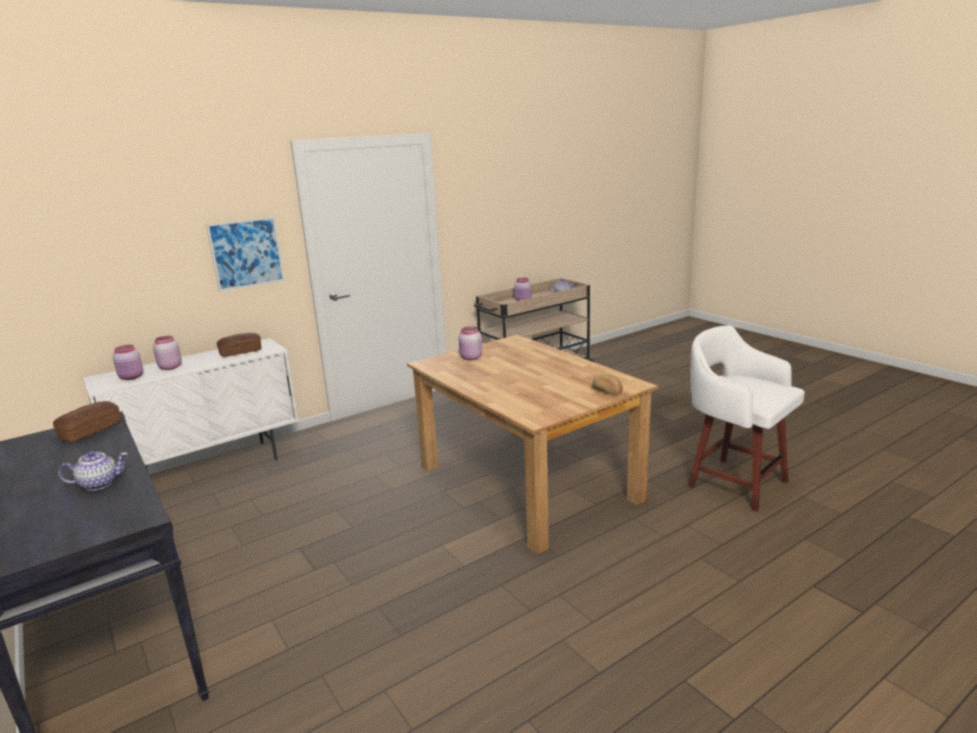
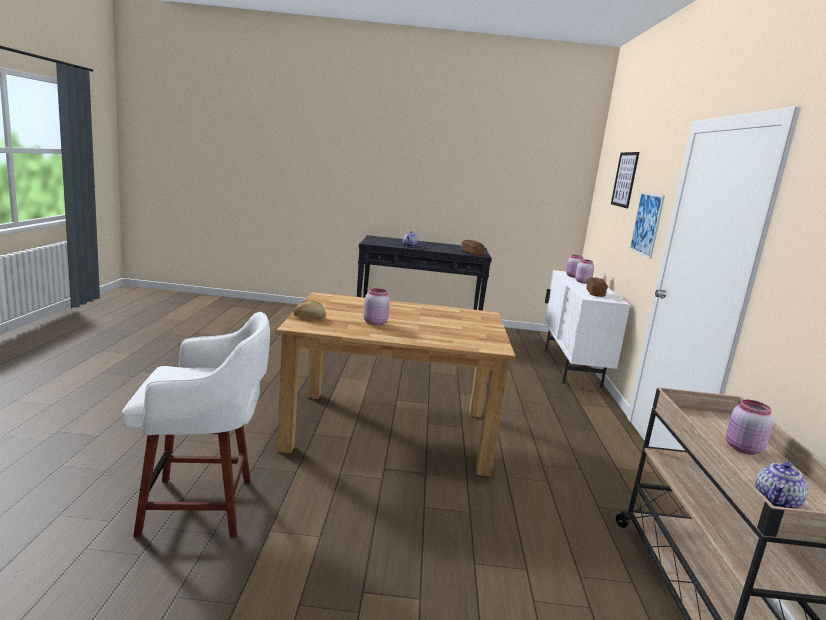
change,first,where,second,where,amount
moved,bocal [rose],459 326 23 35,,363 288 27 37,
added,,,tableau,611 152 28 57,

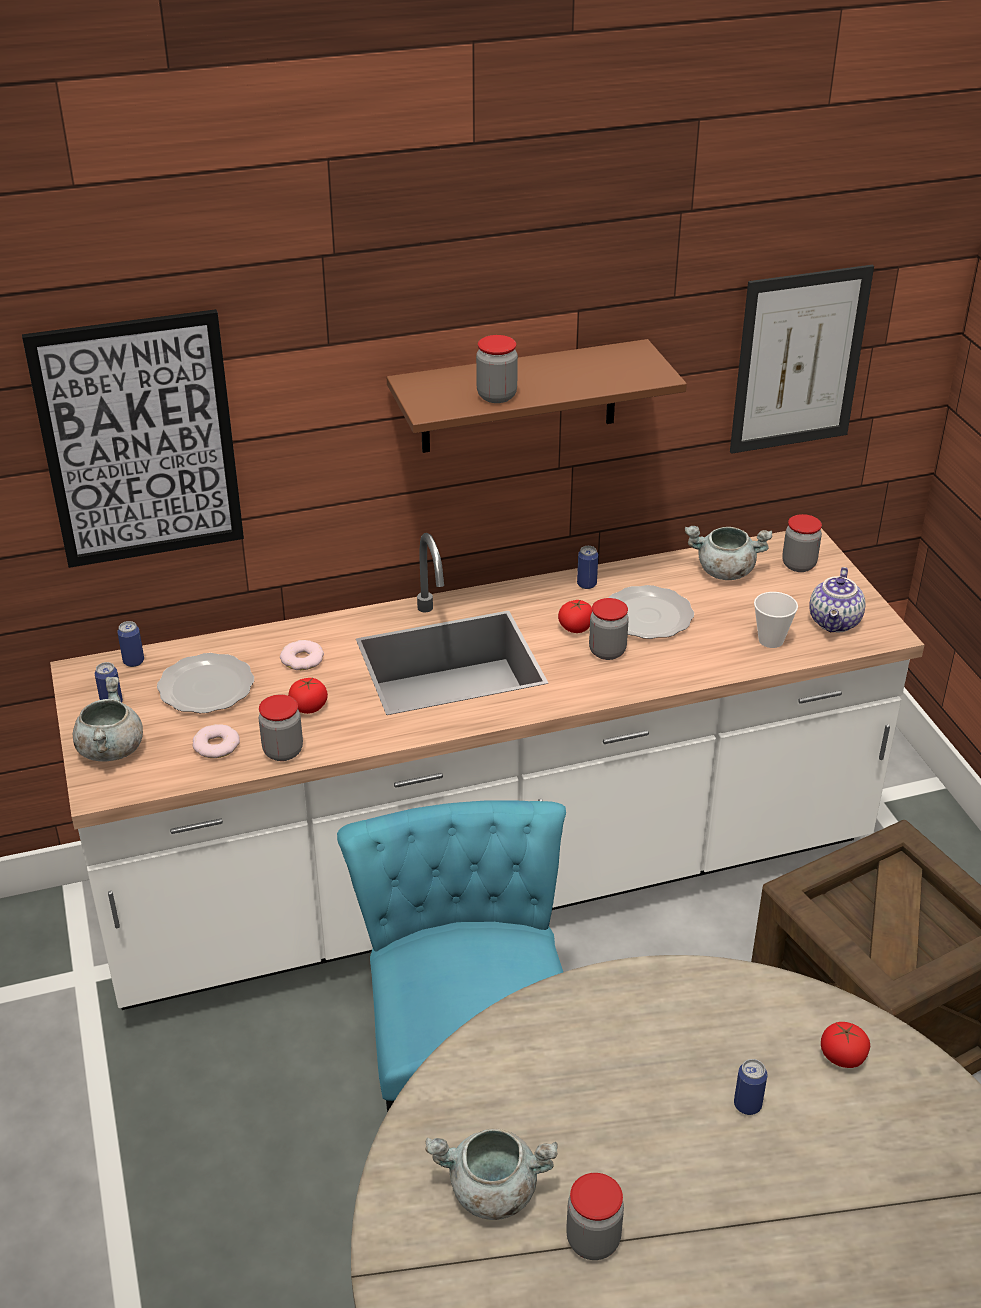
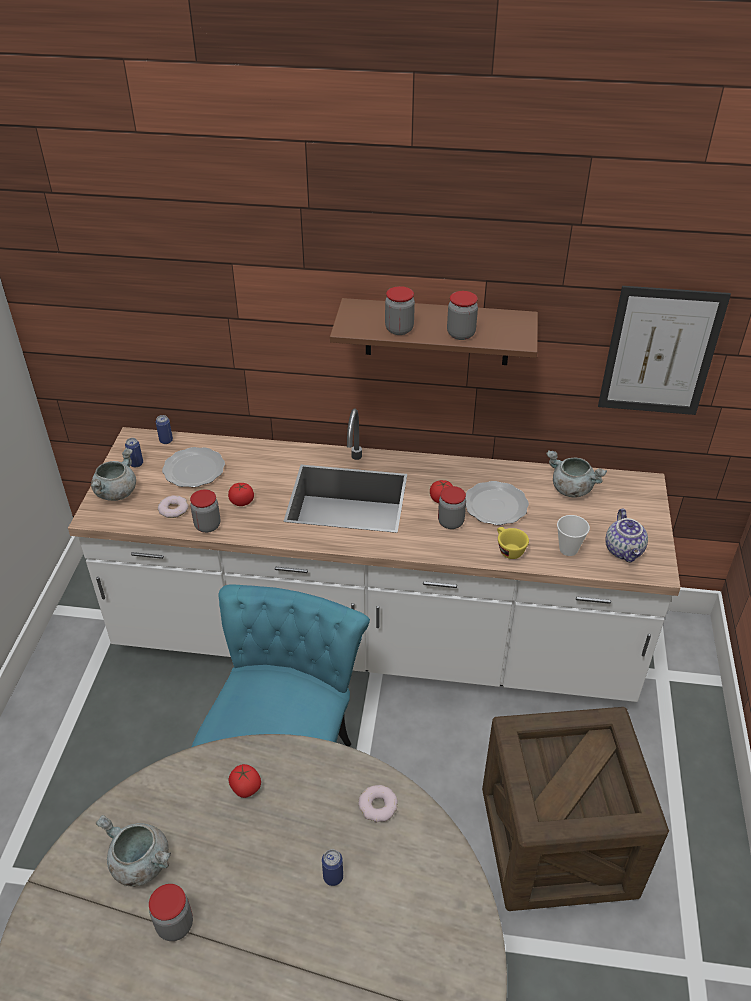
change,first,where,second,where,amount
moved,tomate,821 1022 49 46,,229 764 32 34,
moved,beignet,280 640 44 30,,358 785 40 37,
moved,bocal,782 514 40 58,,447 291 31 49,
added,,,tasse [jaune],497 527 32 32,
turned,théière,809 567 57 65,,605 508 43 54,45 degrees counterclockwise
removed,tableau,22 309 222 259,,,
removed,boîte métallique,577 546 21 43,,,

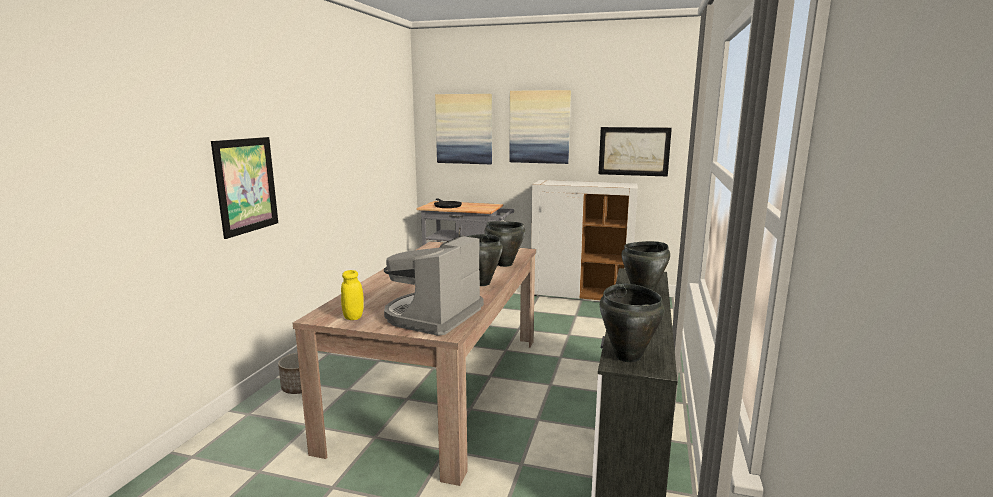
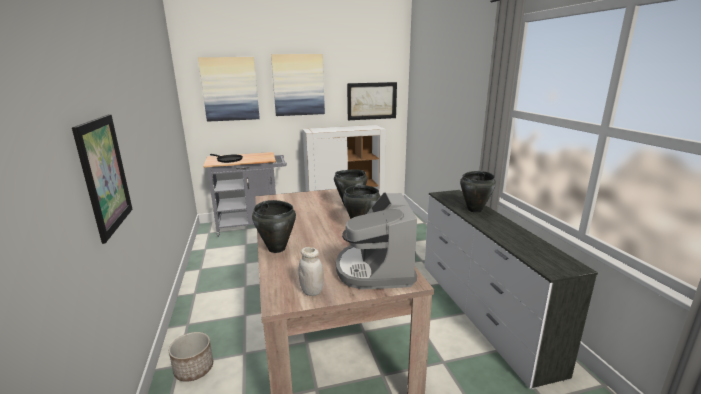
change,first,where,second,where,amount
moved,marmite [noir],600 284 65 78,,252 200 44 53,
recoloured,bocal [jaune],341 270 23 50,bocal [blanc],299 247 25 49,

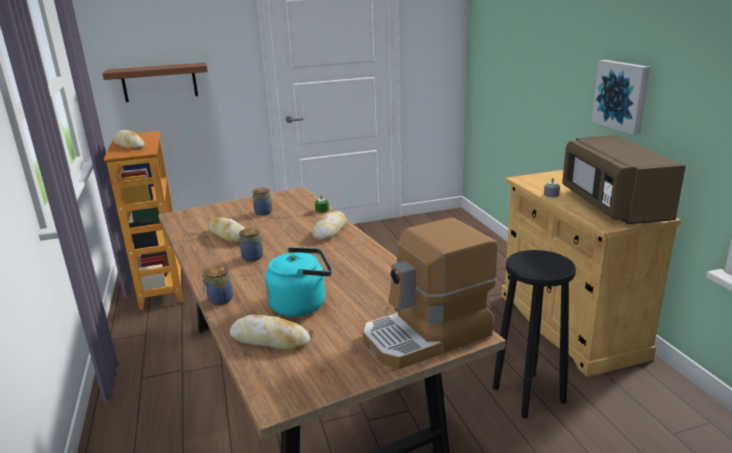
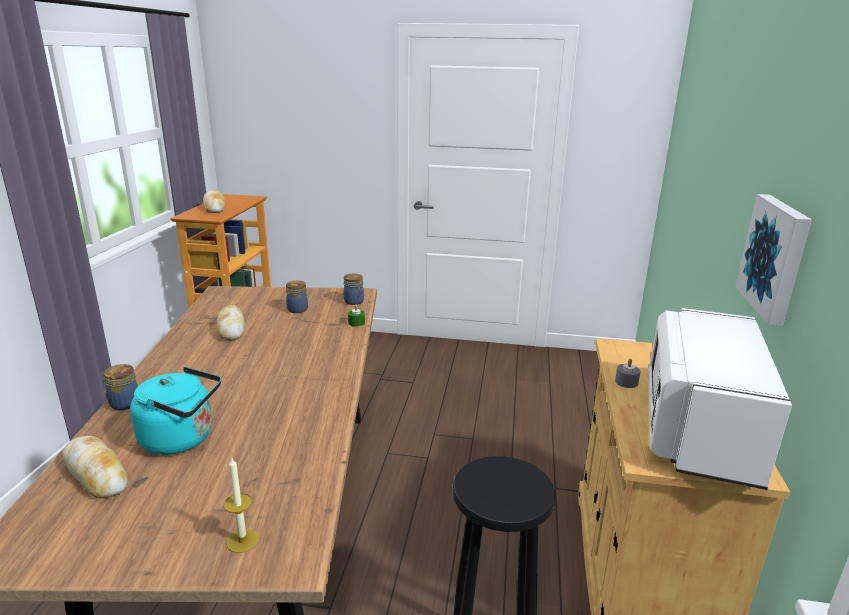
change,first,where,second,where,amount
replaced,machine à café,363 217 134 152,bougie,223 458 36 95,
moved,bocal,239 228 25 34,,344 274 20 31,
recoloured,micro-ondes [marron],562 135 124 89,micro-ondes [blanc],649 308 143 182,
removed,étagère [marron],102 63 106 39,,,
removed,pain,312 211 35 30,,,

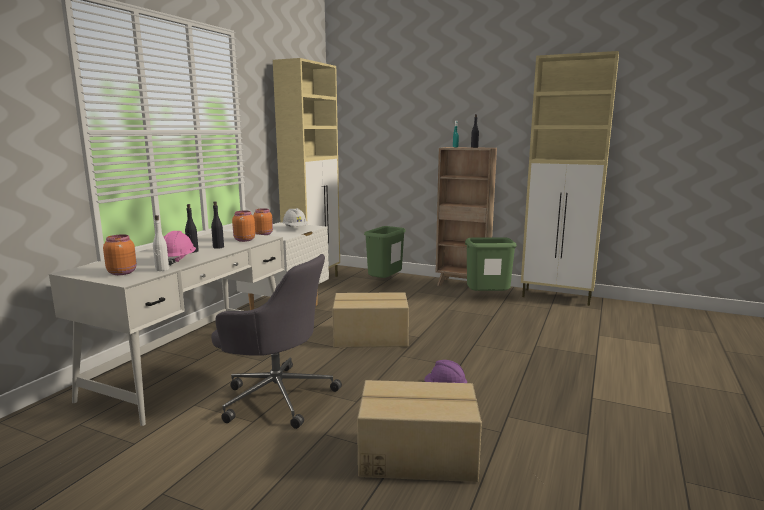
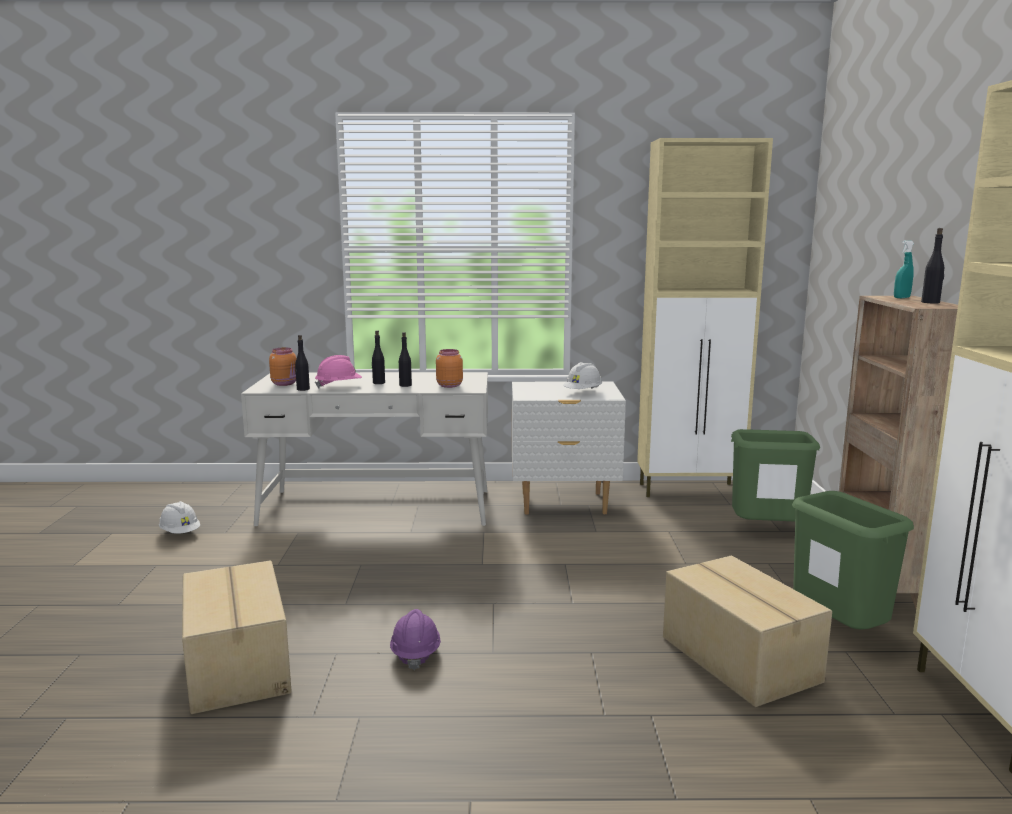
change,first,where,second,where,amount
added,,,casque de chantier [blanc],159 501 41 33,
recoloured,bouteille [blanc],153 215 16 56,bouteille [noir],295 335 15 56,
moved,carton,332 292 77 56,,663 556 169 151,
removed,chaise de bureau [gris],211 254 131 175,,,
removed,bocal [orange],253 208 20 27,,,

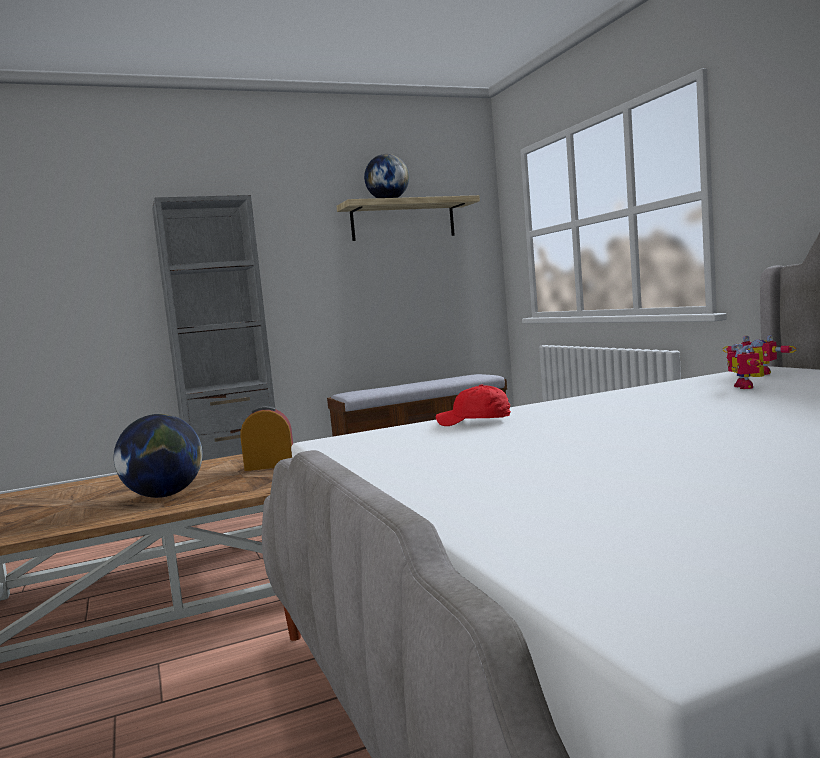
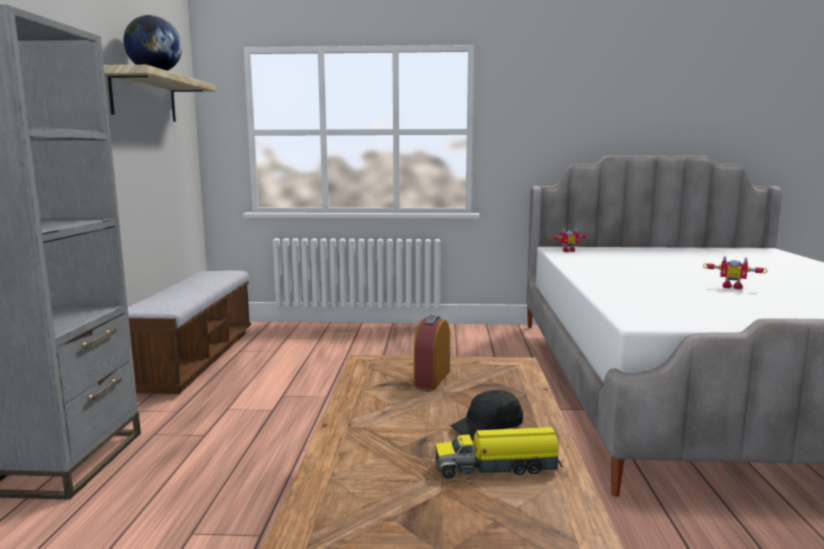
change,first,where,second,where,amount
added,,,camion jouet,435 427 128 52,
replaced,globe,114 414 89 84,casquette [noir],450 390 73 51,
moved,robot jouet,727 343 37 46,,703 256 64 33,
removed,casquette [rouge],436 384 75 42,,,

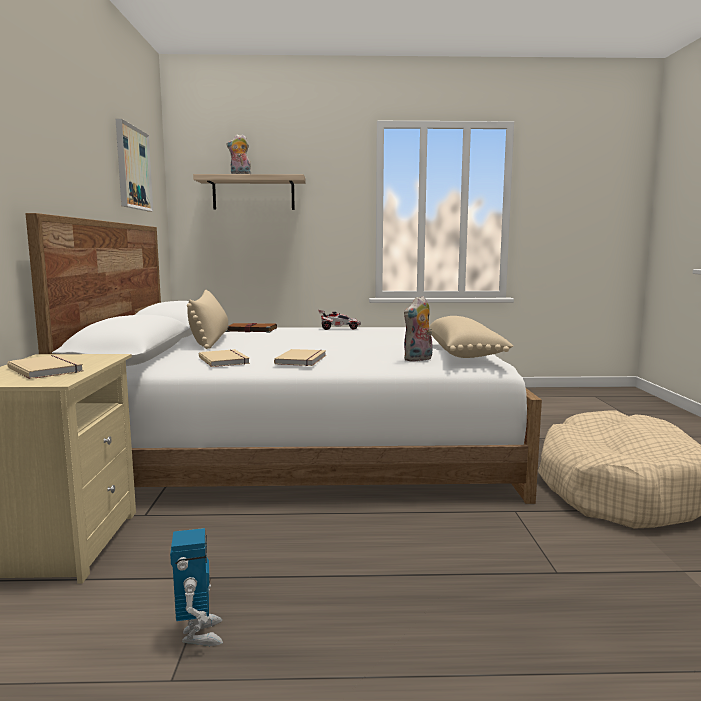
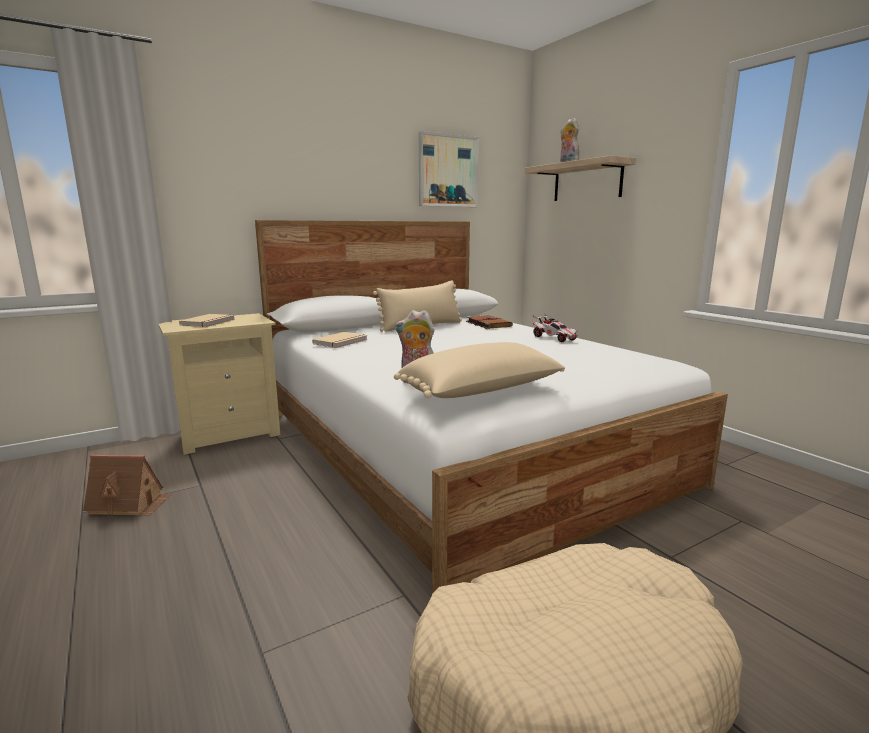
change,first,where,second,where,amount
replaced,robot jouet,170 528 53 118,maison miniature,83 455 89 63,
removed,livre [beige],274 349 52 17,,,

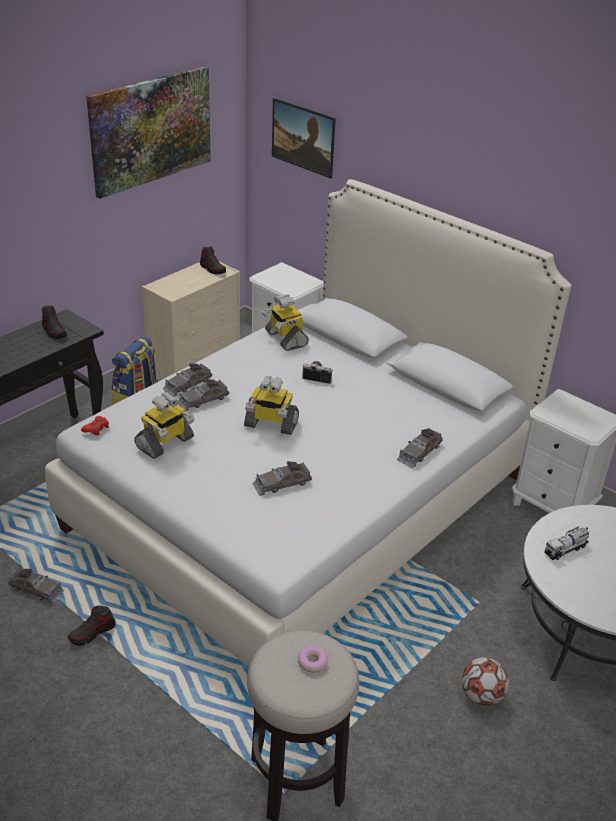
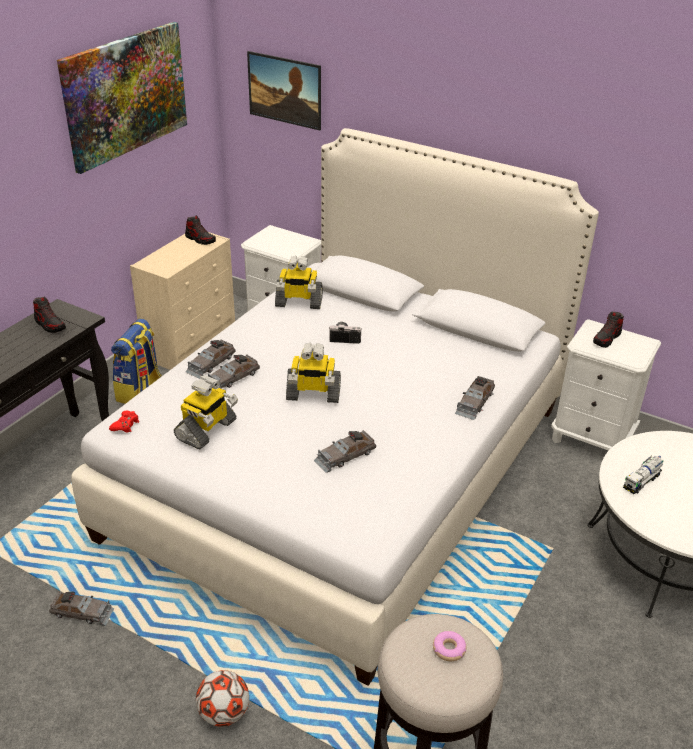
change,first,where,second,where,amount
moved,ballon de foot,462 657 47 49,,196 670 53 57,
turned,robot jouet,262 294 47 57,,275 256 48 53,45 degrees counterclockwise
moved,chaussure,68 605 48 41,,593 311 31 37,

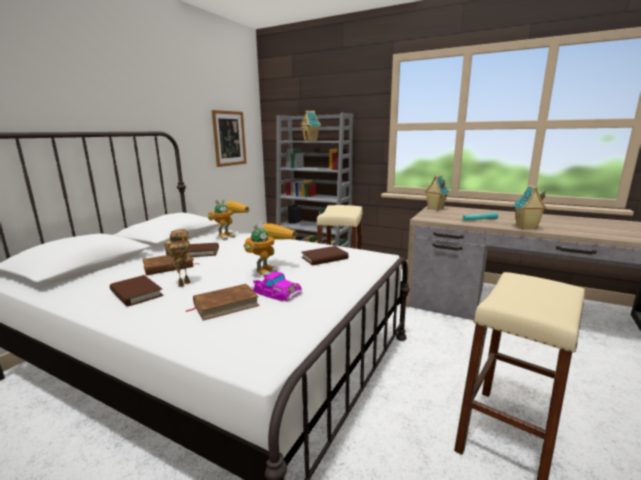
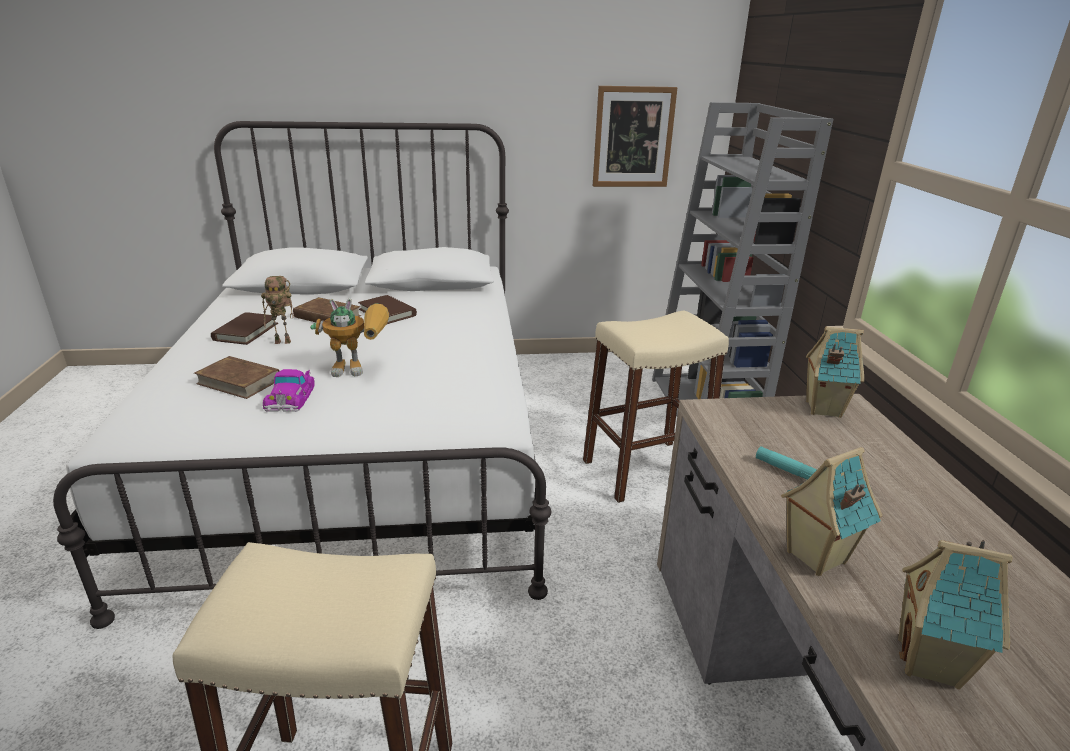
change,first,where,second,where,amount
moved,maison miniature,300 111 21 30,,898 540 115 149,
removed,robot jouet,208 198 42 42,,,
removed,livre [marron],301 246 48 19,,,

